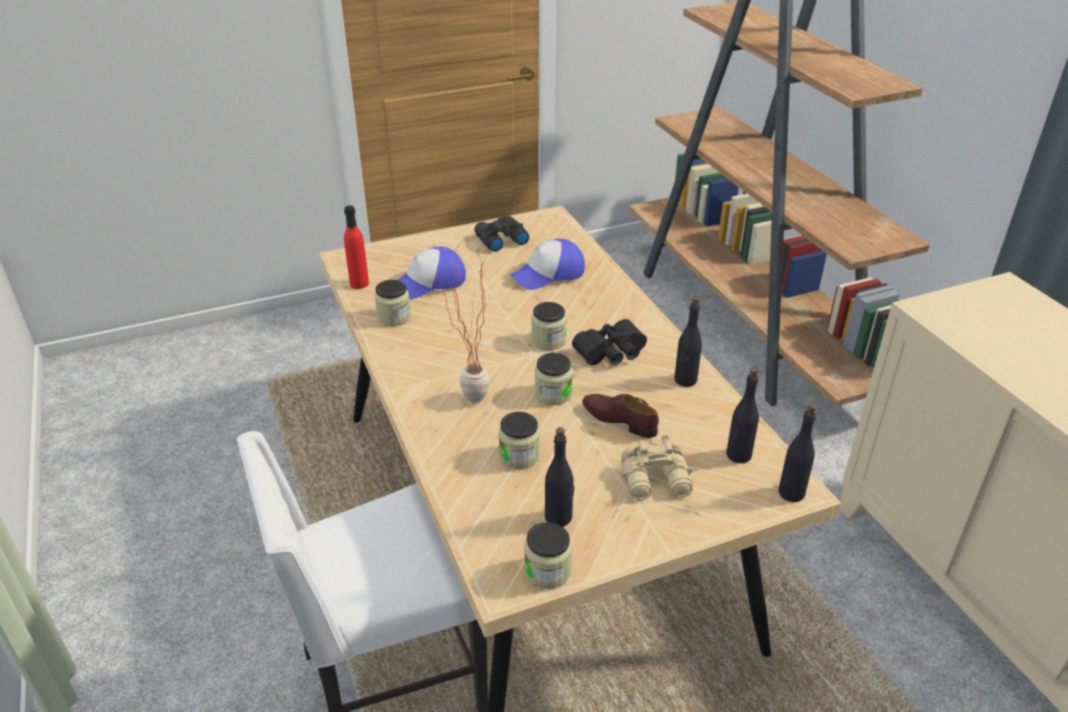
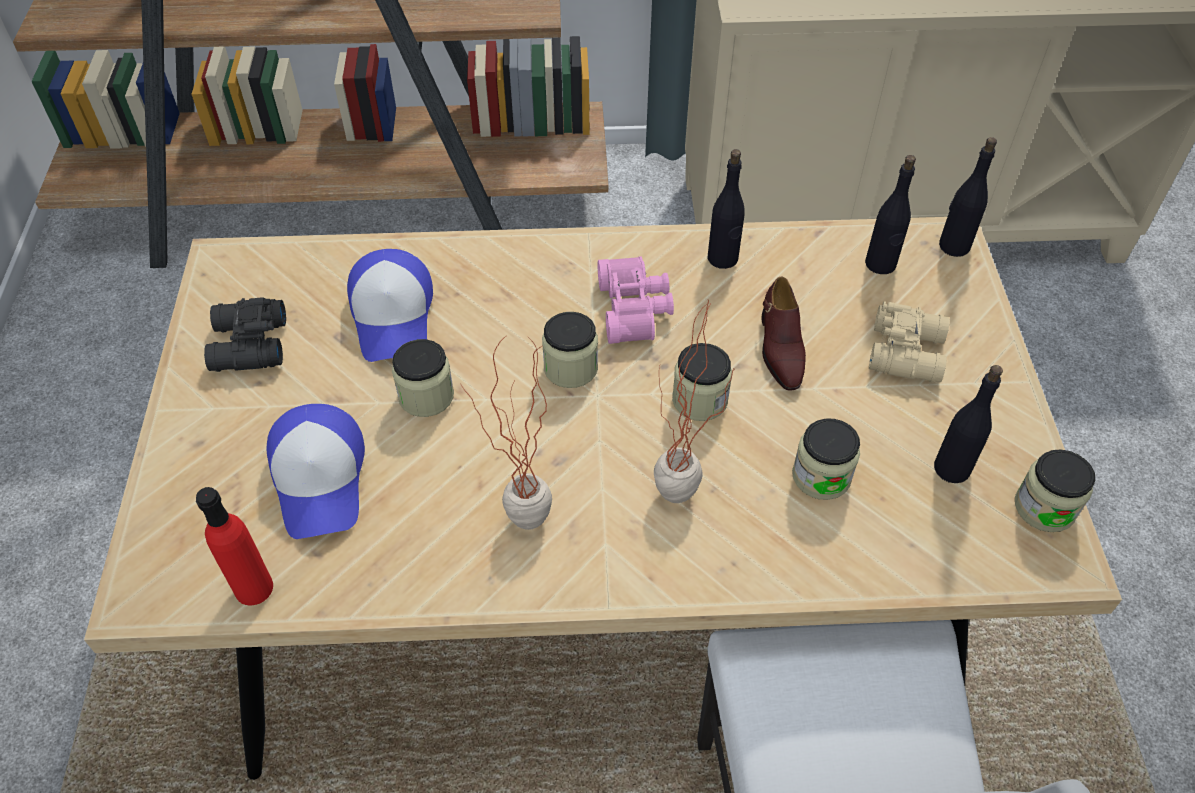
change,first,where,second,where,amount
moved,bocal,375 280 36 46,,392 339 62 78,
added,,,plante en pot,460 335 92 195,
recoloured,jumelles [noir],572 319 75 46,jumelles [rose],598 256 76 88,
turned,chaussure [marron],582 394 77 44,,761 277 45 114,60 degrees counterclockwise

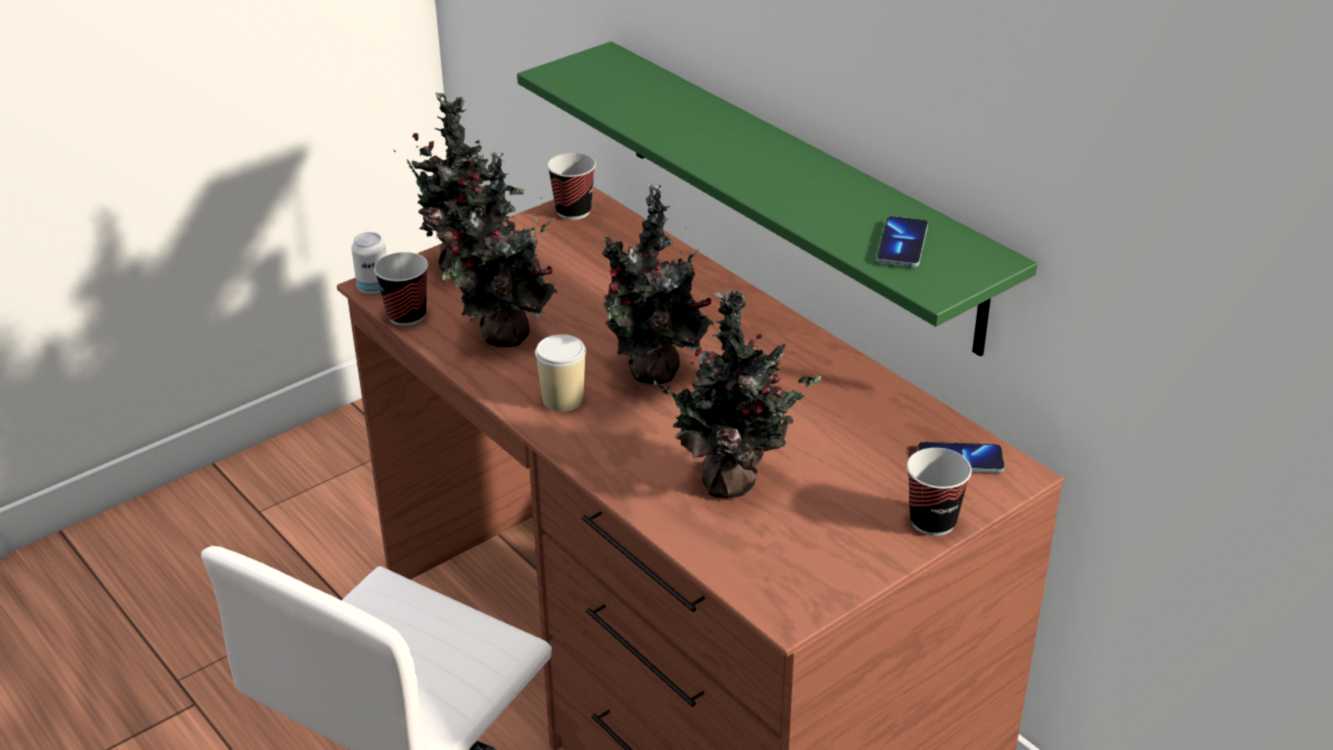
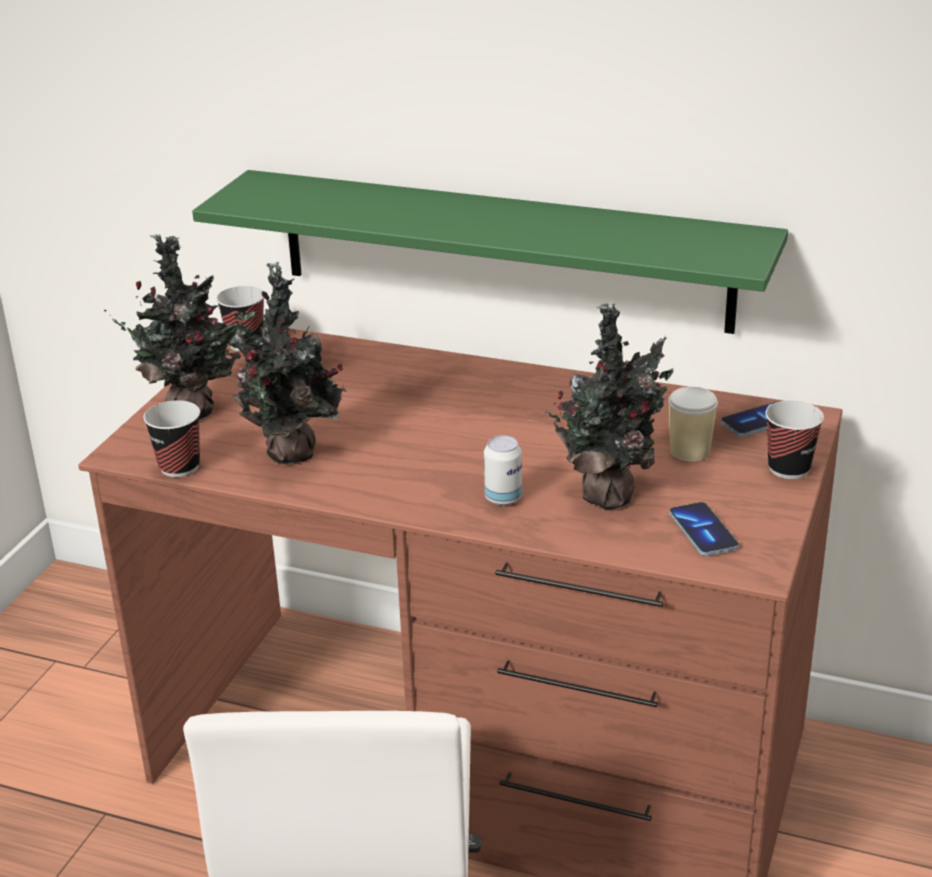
change,first,where,second,where,amount
moved,boîte métallique,351 232 36 63,,484 436 38 70,
moved,tasse,535 334 51 78,,668 387 50 75,
moved,téléphone,876 216 52 51,,670 502 69 54,
removed,plante en pot,602 184 113 200,,,

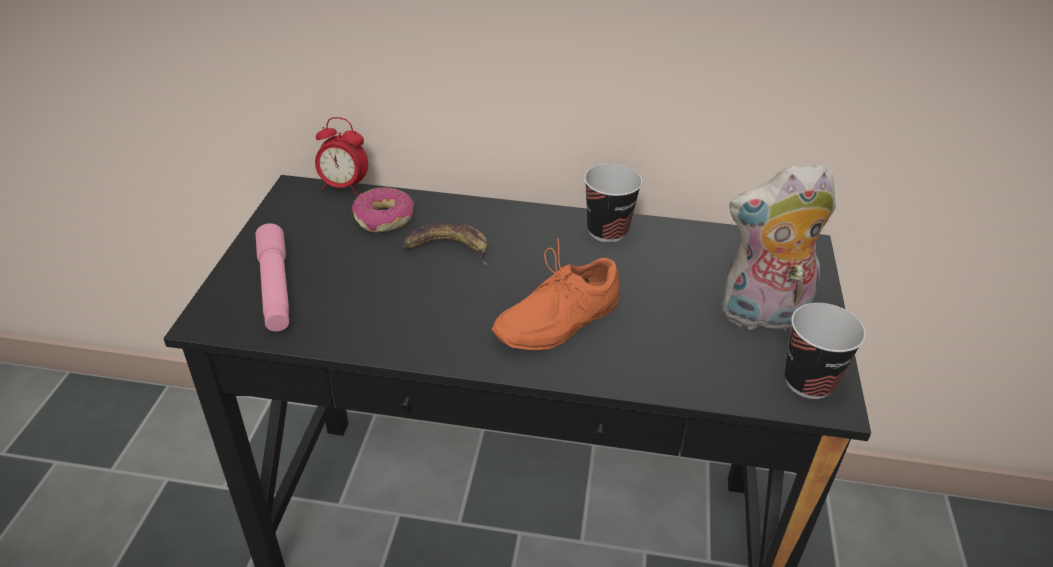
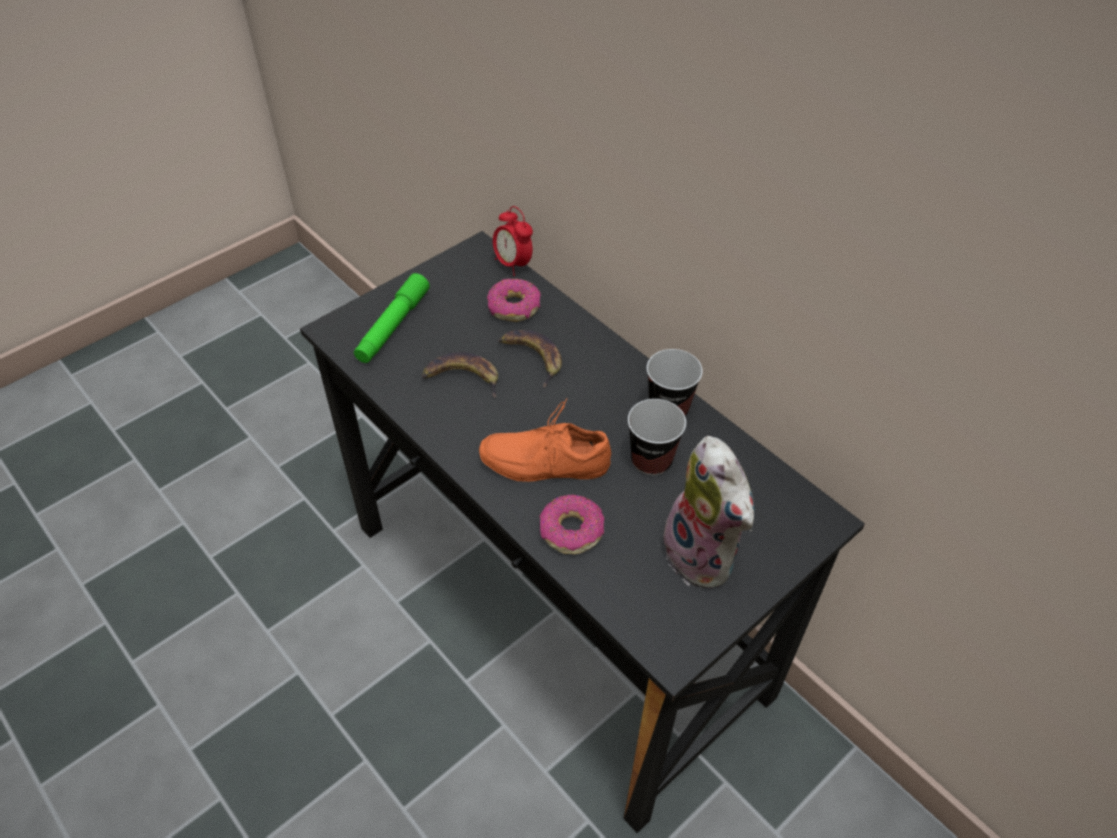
change,first,where,second,where,amount
recoloured,lampe de poche [rose],256 223 33 109,lampe de poche [vert],354 273 76 90,
added,,,banane,422 352 76 46,
added,,,beignet,539 495 66 59,
moved,tasse,785 303 81 96,,628 399 58 77,
turned,peluche,722 163 114 173,,658 436 97 152,150 degrees counterclockwise

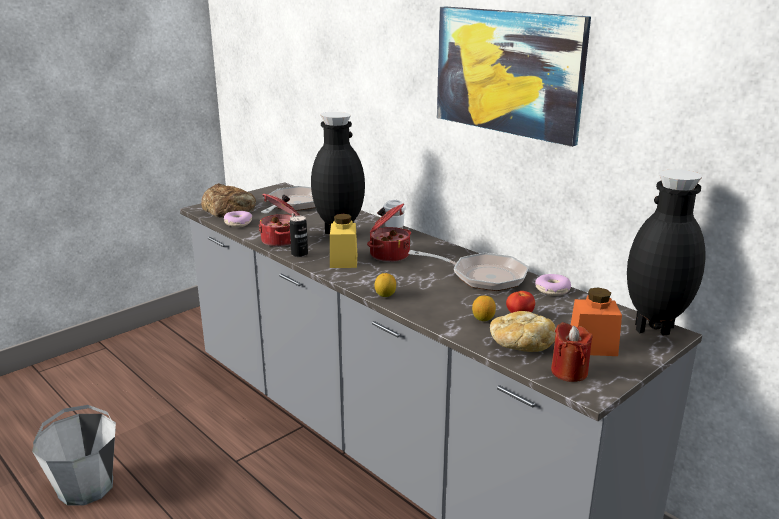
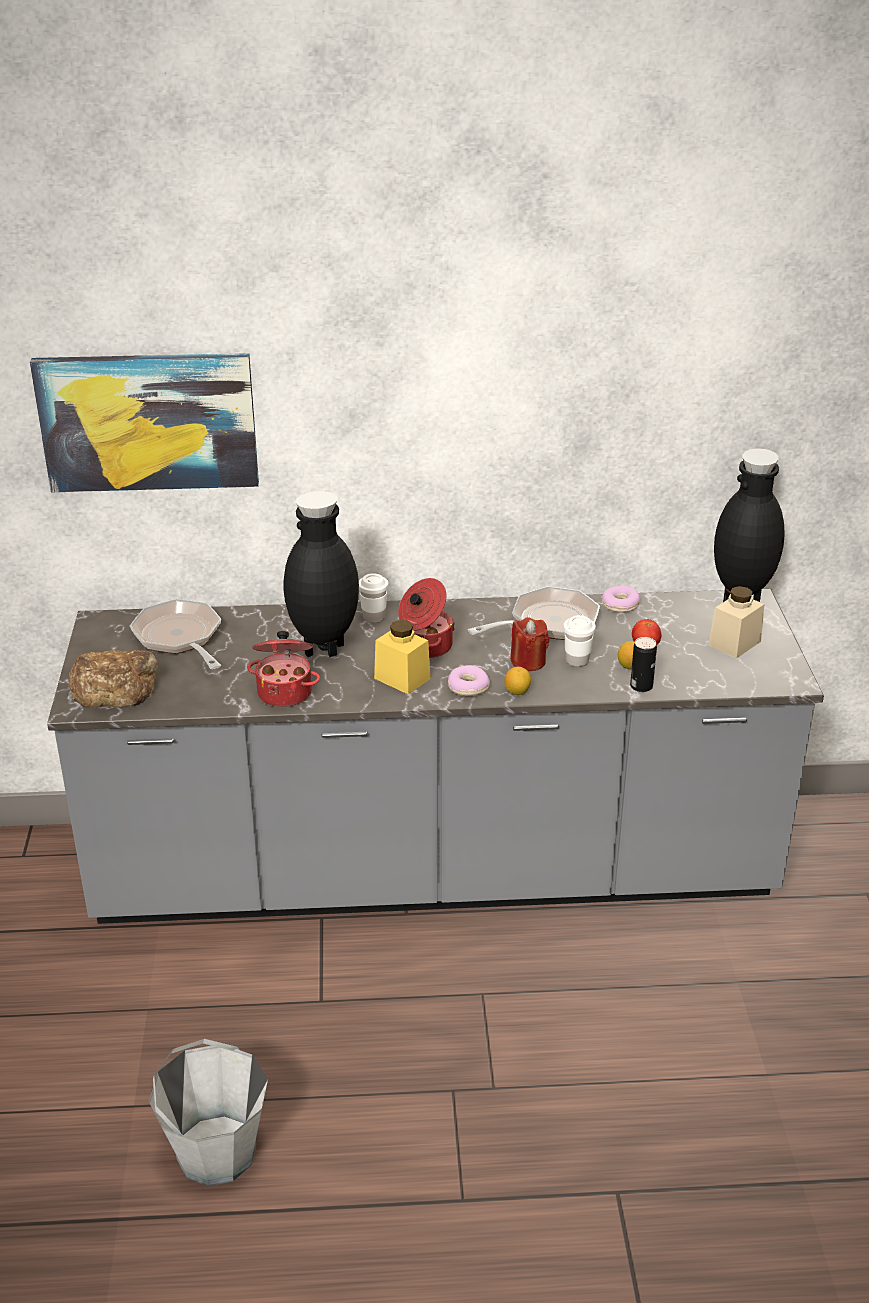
change,first,where,second,where,amount
moved,tableau,437 6 154 141,,30 353 229 139,
moved,beignet,224 211 28 16,,448 665 42 31,
moved,bougie [rouge],551 322 42 60,,510 617 39 54,
added,,,tasse [blanc],563 615 33 52,
moved,boîte métallique,289 216 19 41,,630 637 27 55,
recoloured,bocal [orange],571 287 51 69,bocal [beige],708 586 56 73,
removed,pain,490 311 66 41,,,

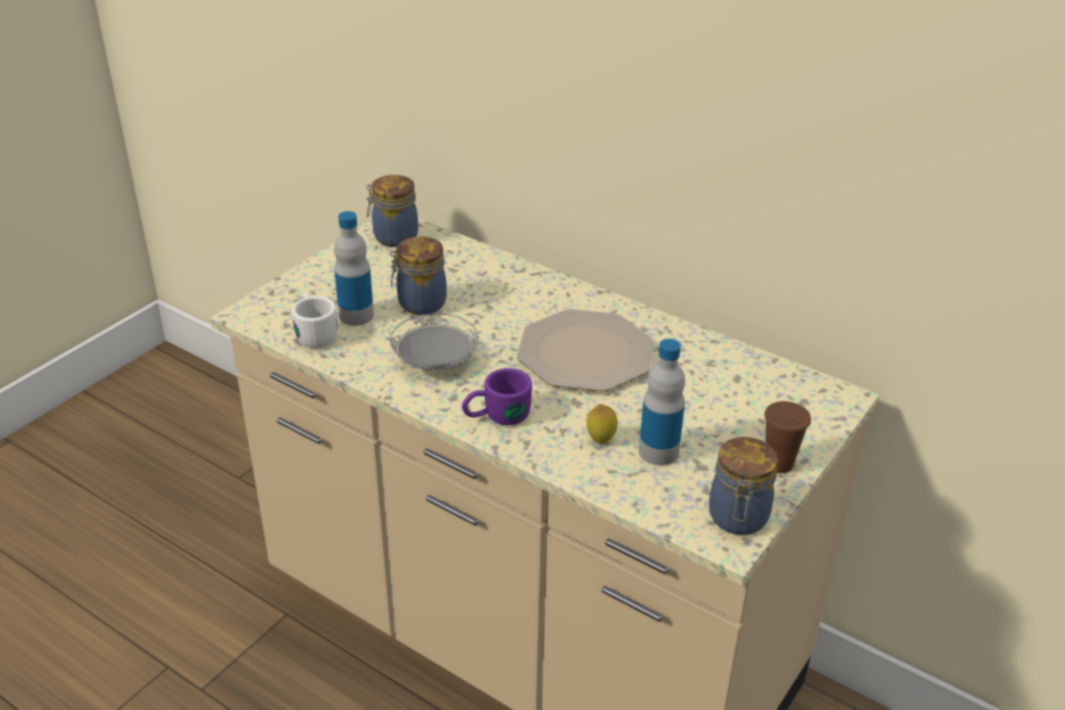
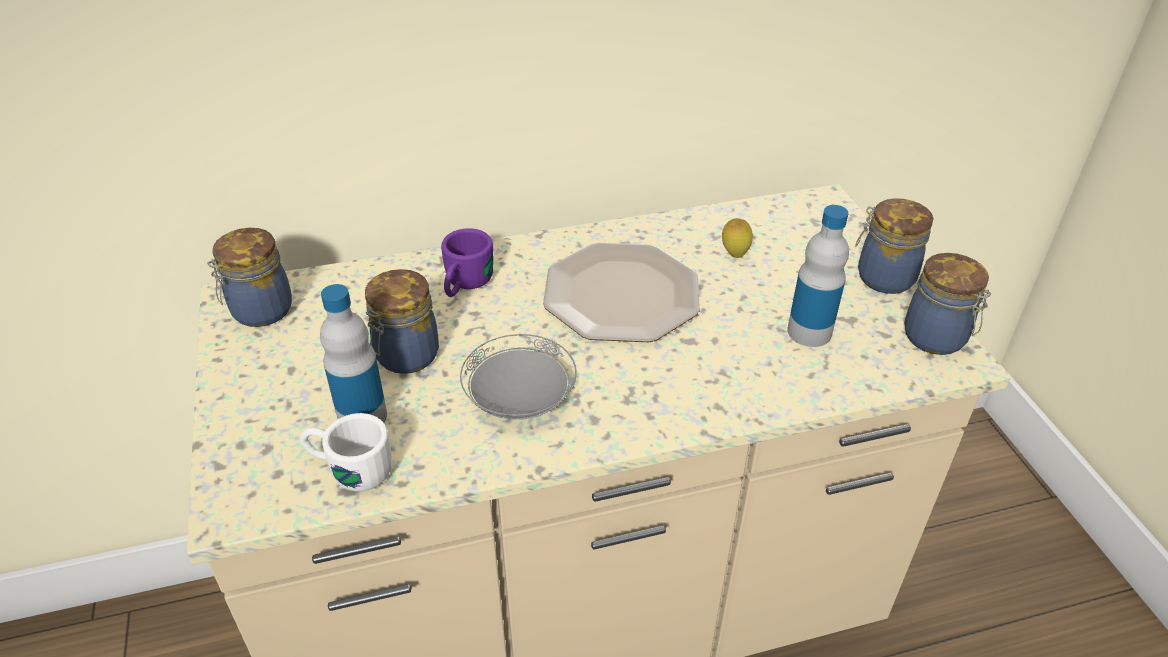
change,first,where,second,where,amount
moved,mug [violet],462 368 70 57,,441 228 52 69,
moved,citron,587 404 31 40,,722 218 31 40,
replaced,tasse [marron],764 401 47 72,bocal,855 198 78 96,

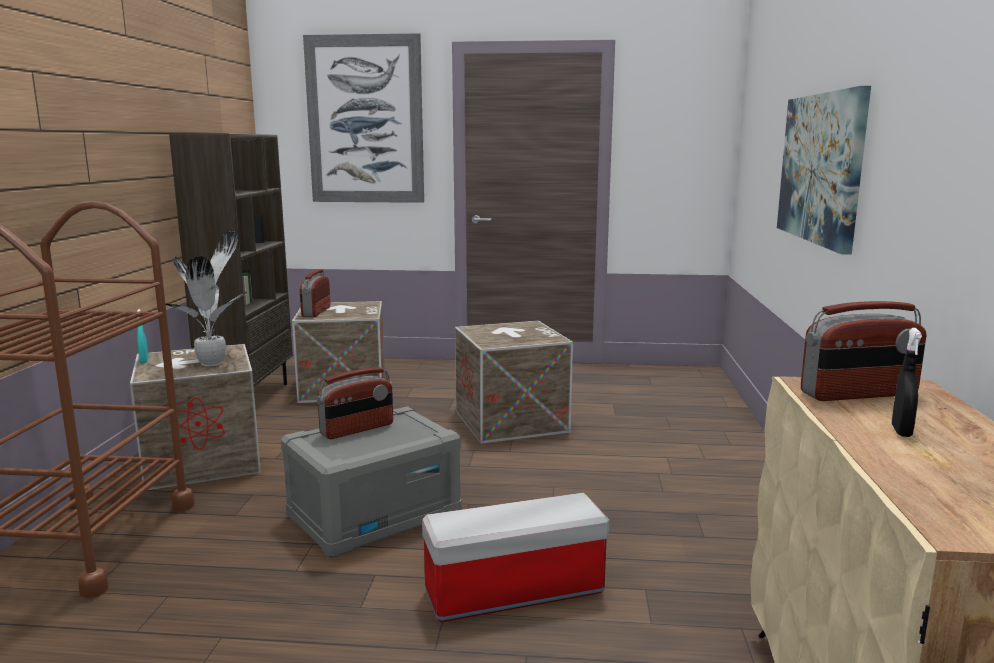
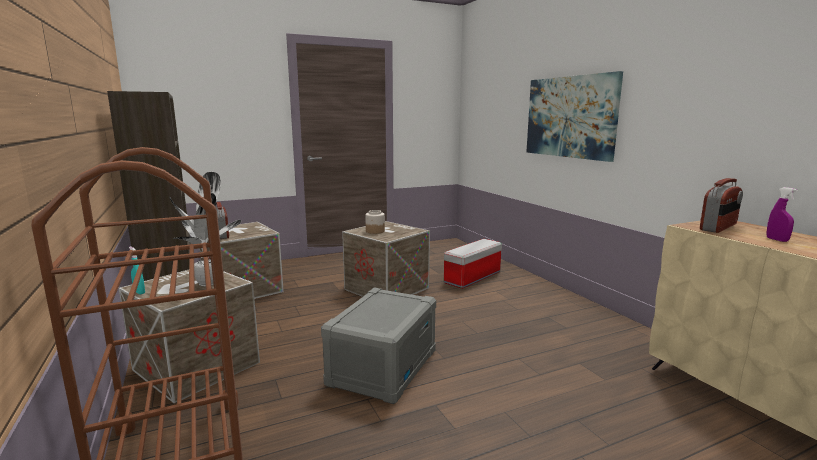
change,first,where,second,where,amount
added,,,bocal,365 210 20 24,
moved,boîte de rangement,422 492 187 130,,444 239 58 50,
recoloured,vaporisateur [noir],892 328 30 109,vaporisateur [violet],767 187 31 55,
removed,tableau,303 33 121 170,,,
removed,radio,317 367 76 72,,,

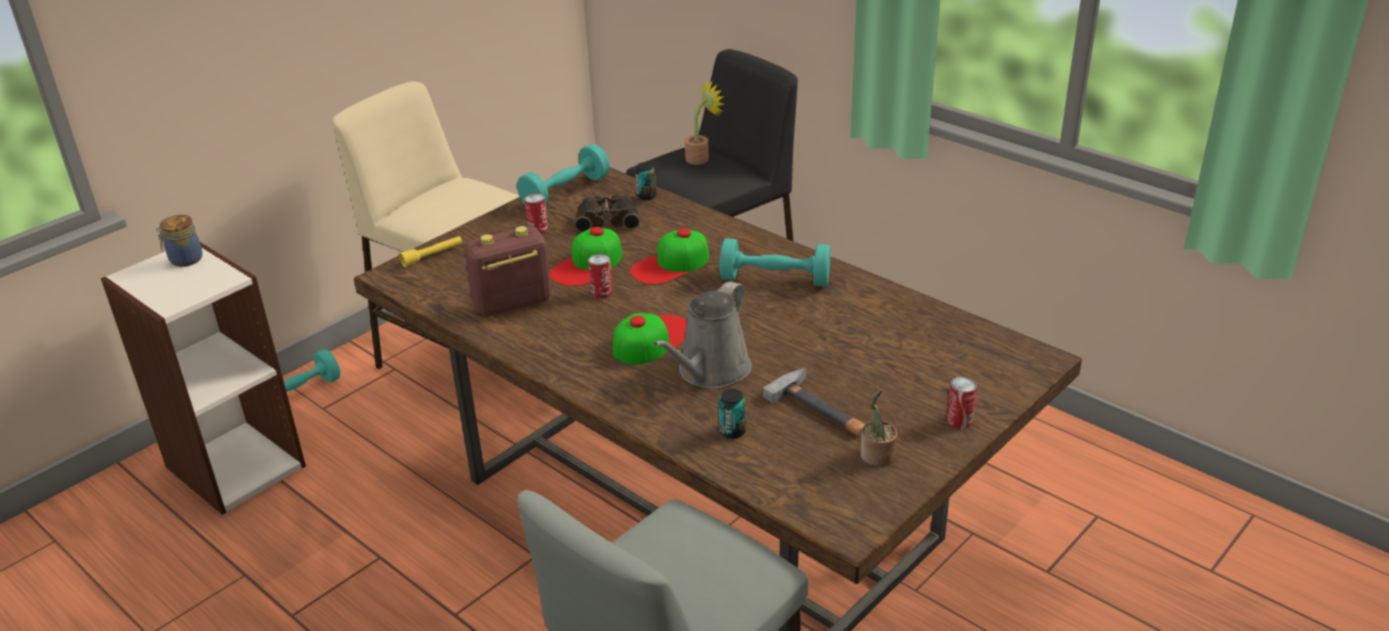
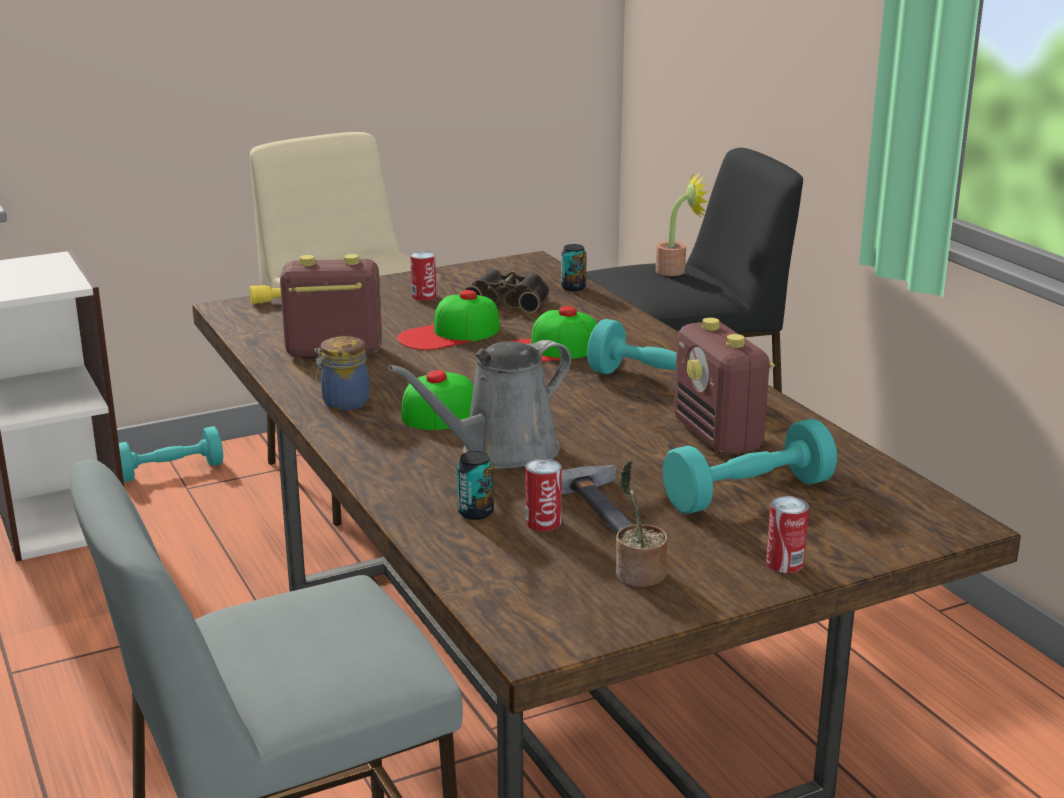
change,first,where,second,where,amount
moved,bocal,156 215 46 52,,315 336 54 74,
moved,boîte métallique,588 254 25 45,,526 459 36 72,
moved,haltère [turquoise],517 144 93 61,,662 419 175 95,
added,,,radio,674 318 101 137,

